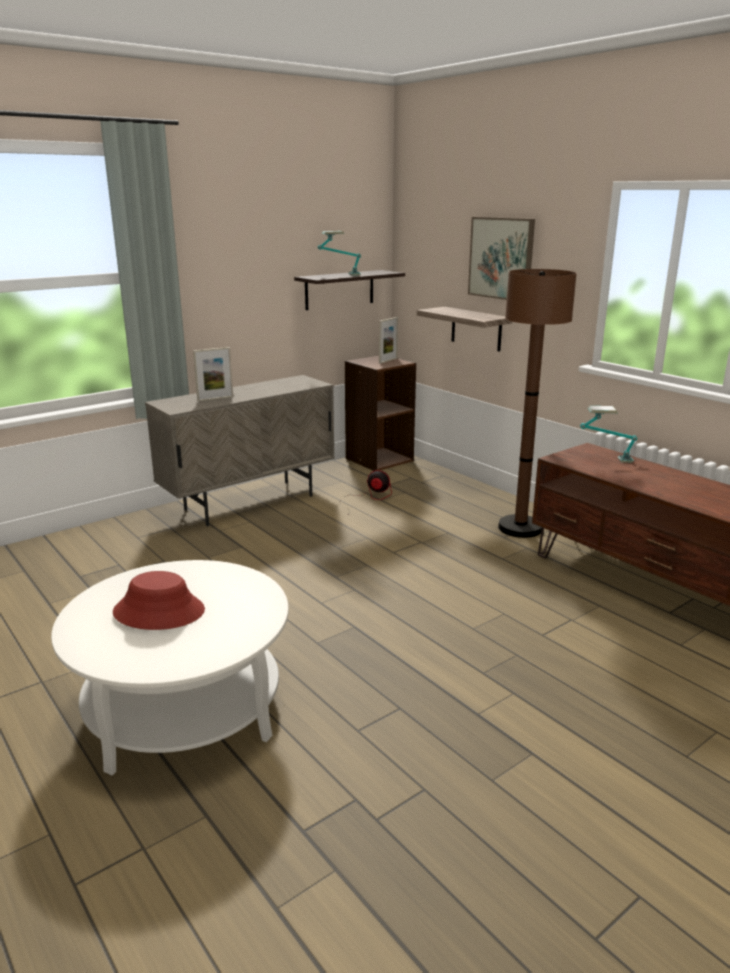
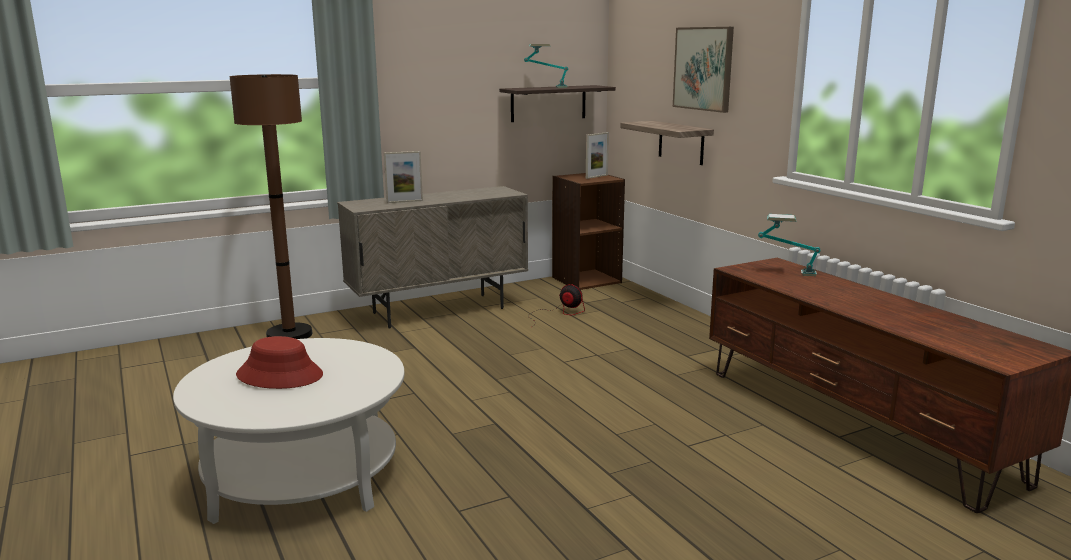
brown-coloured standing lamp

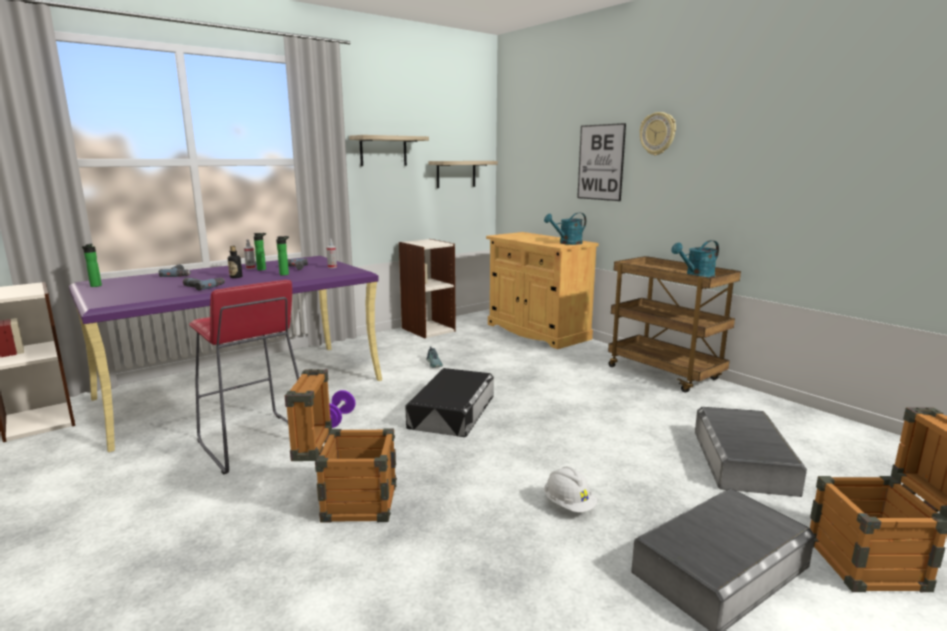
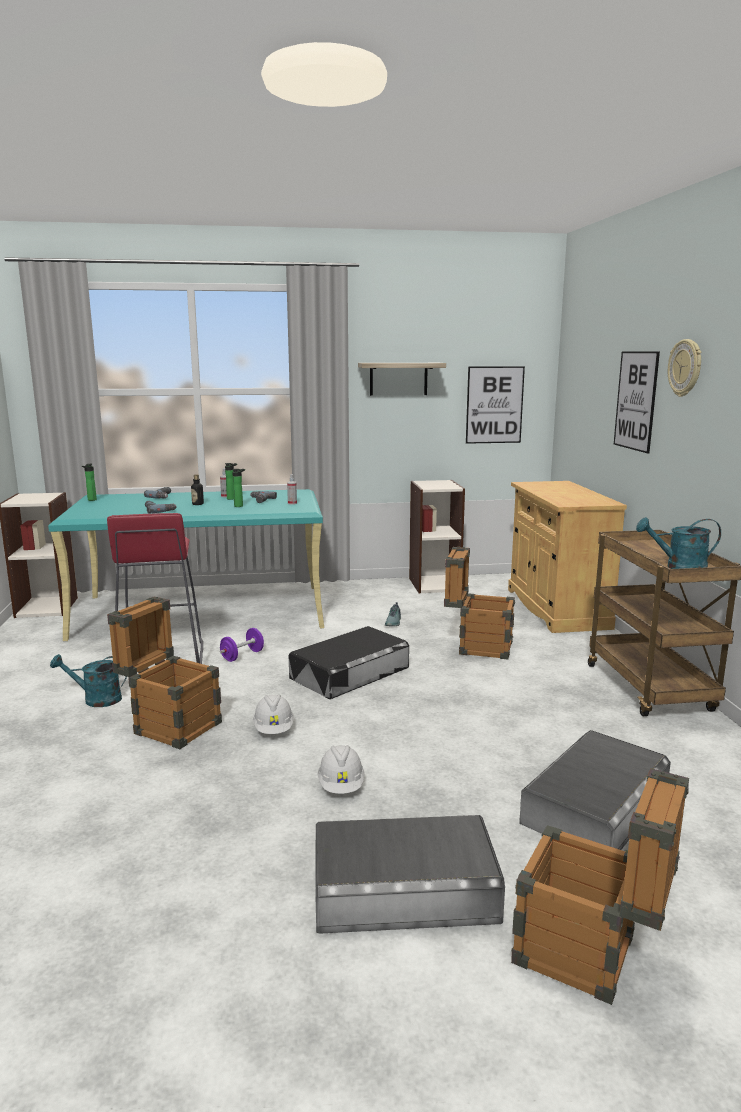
picture (no. 1 from left)
turquoise-coloured watering pot (no. 1 from left)
turquoise-coloured desk unit
shipping crate (no. 2 from left)
white hard hat (no. 1 from left)

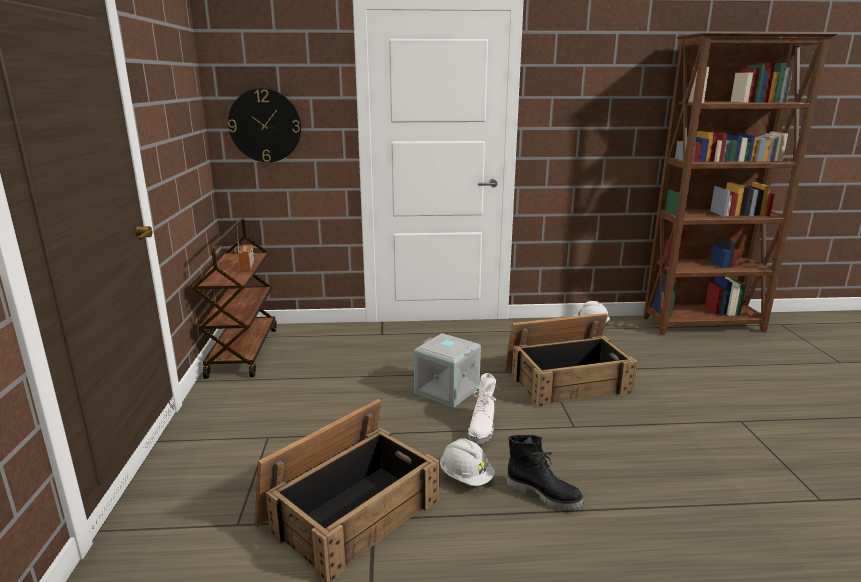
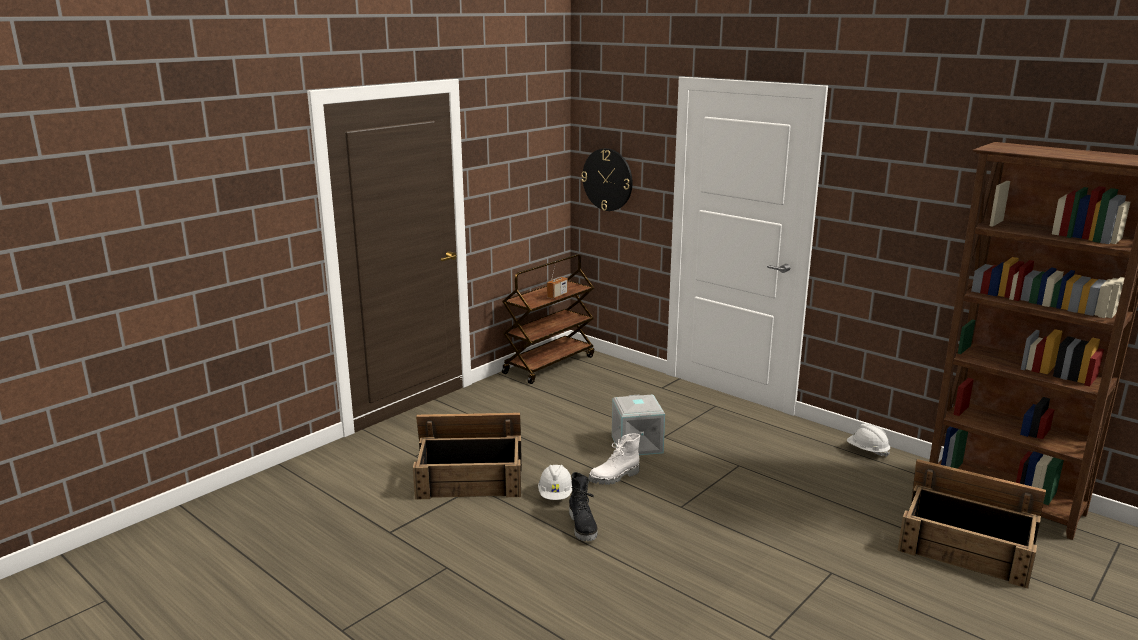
shipping crate (no. 2 from left)

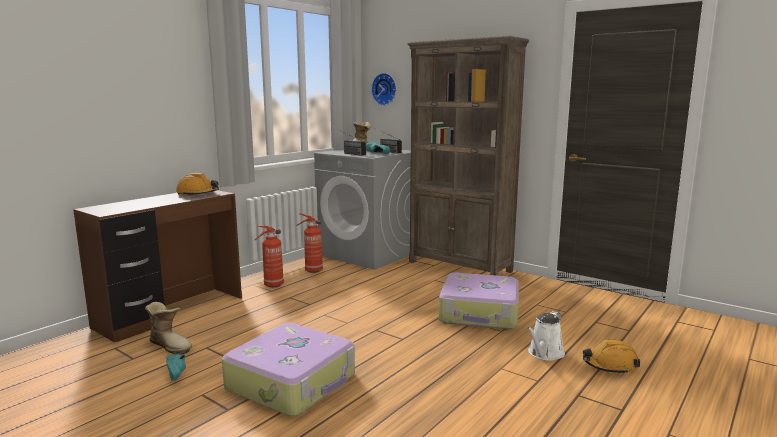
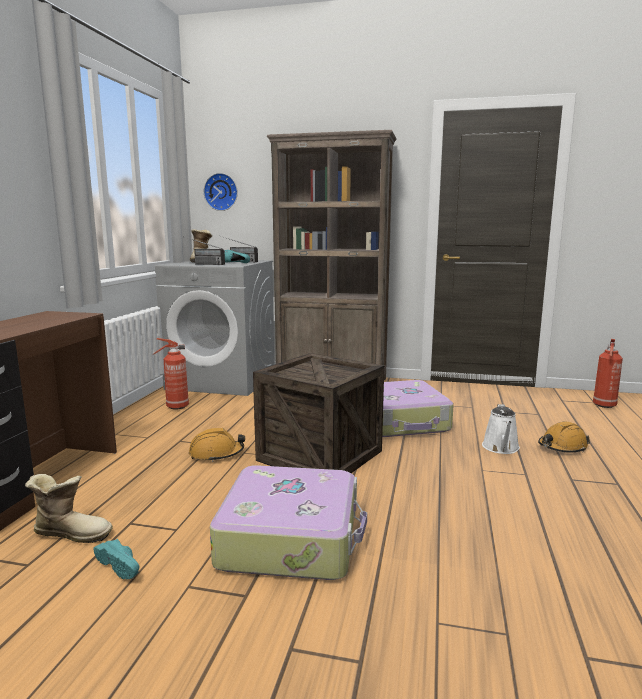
orange-coloured hard hat (no. 1 from left)
extinguisher (no. 2 from left)
shipping crate

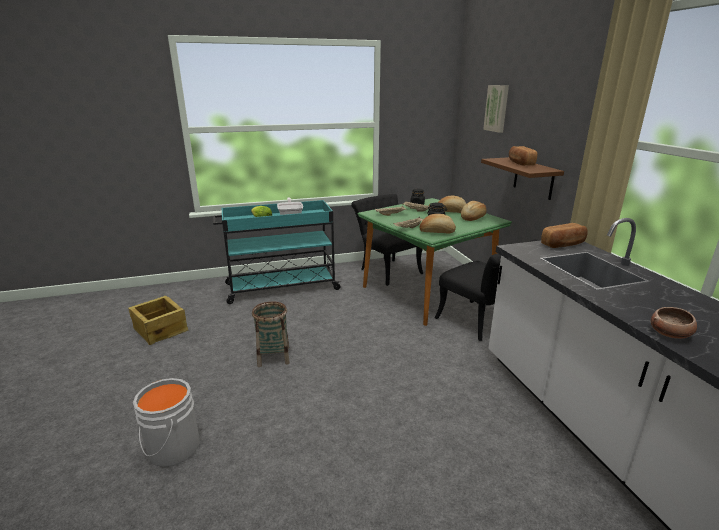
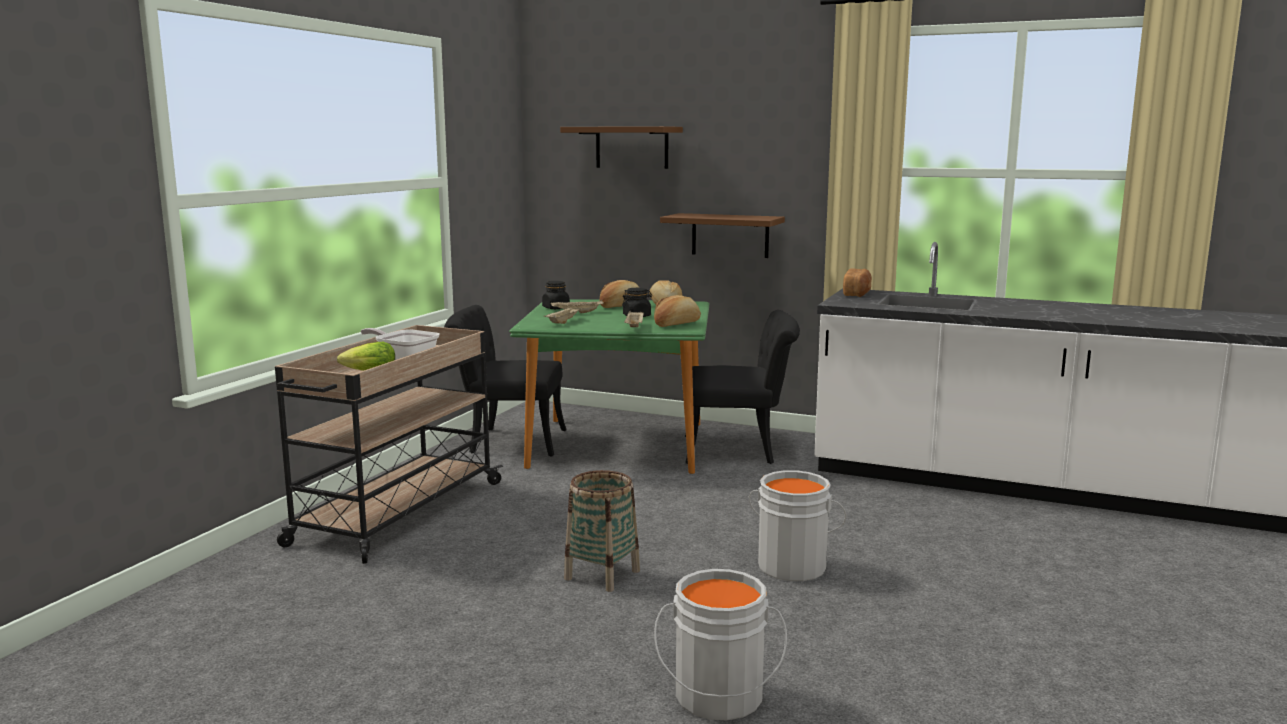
brown-coloured wall shelf (no. 1 from left)
bread (no. 4 from left in the first image)
beige wheeled cart
shipping crate
serving bowl
greyish bucket (no. 2 from left)

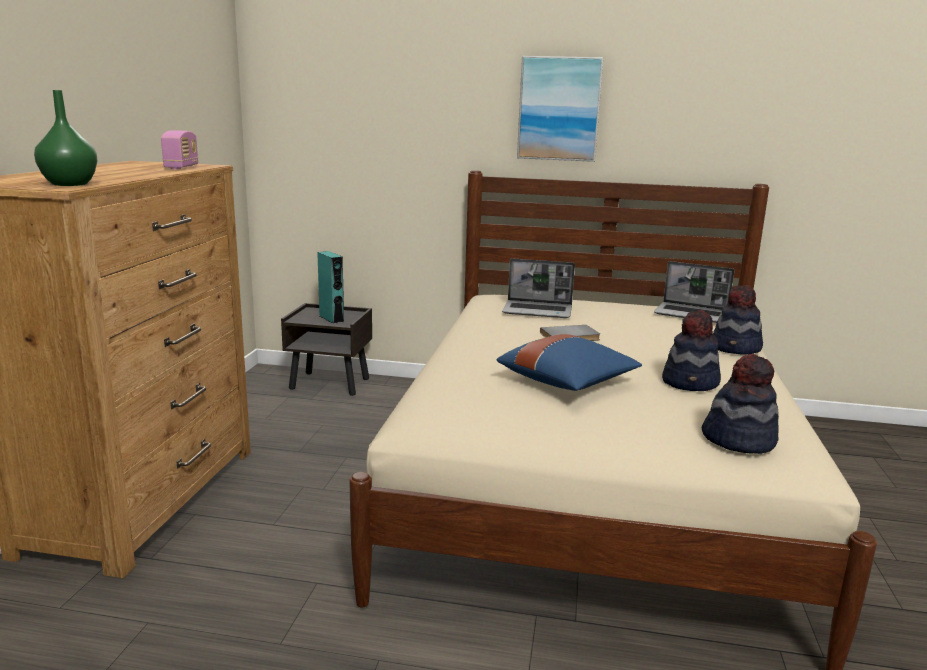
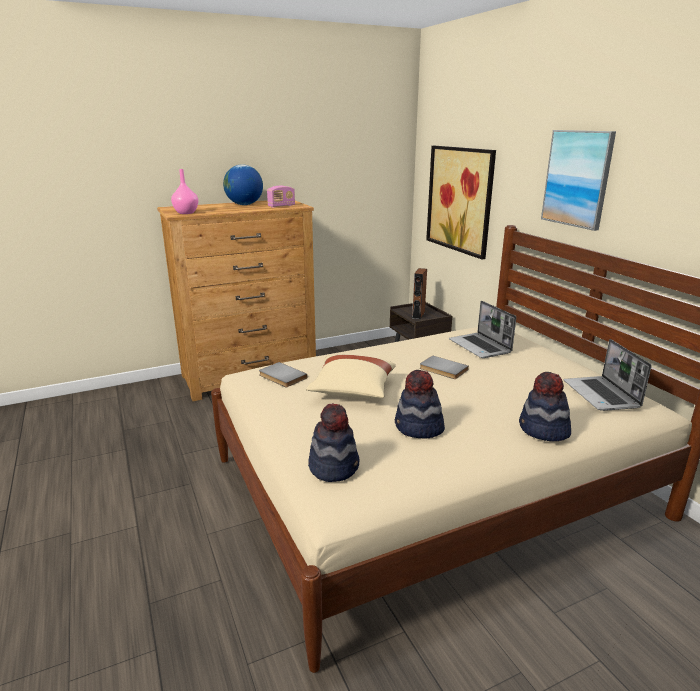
pink flower vase
brown-coloured audio speaker
beige pillow
picture (no. 1 from left)
desk globe
greyish bound book (no. 1 from left)

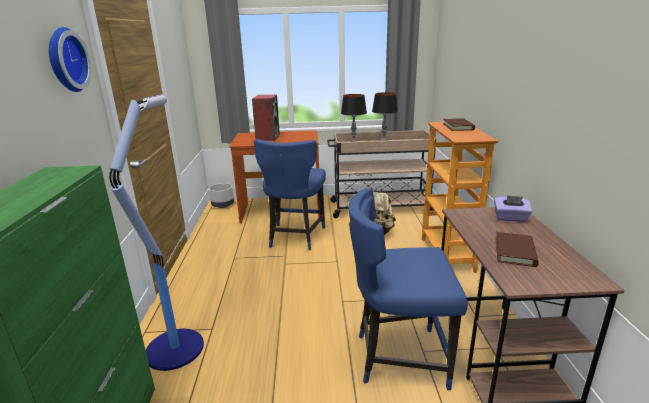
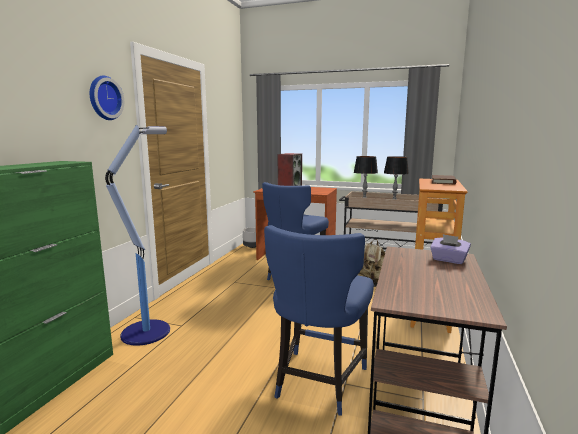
bluish chair (no. 2 from left)
brown-coloured bound book (no. 2 from left in the first image)

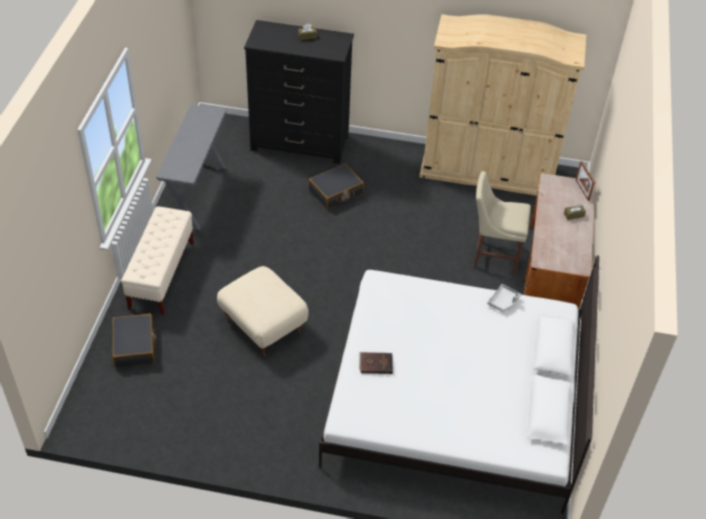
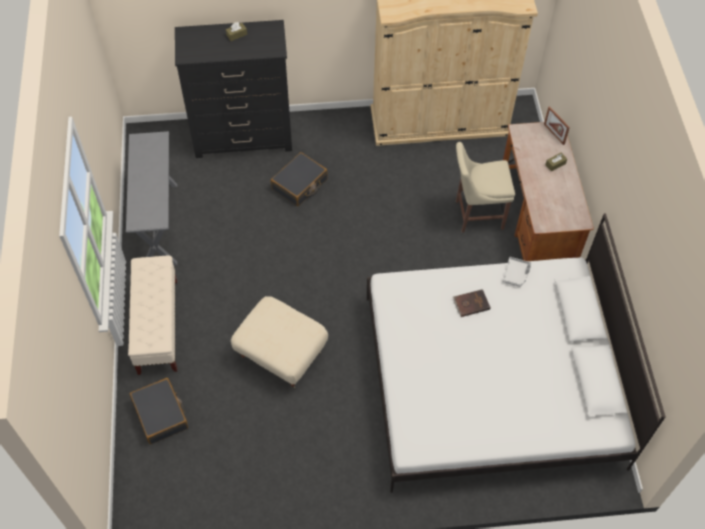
brown-coloured bound book

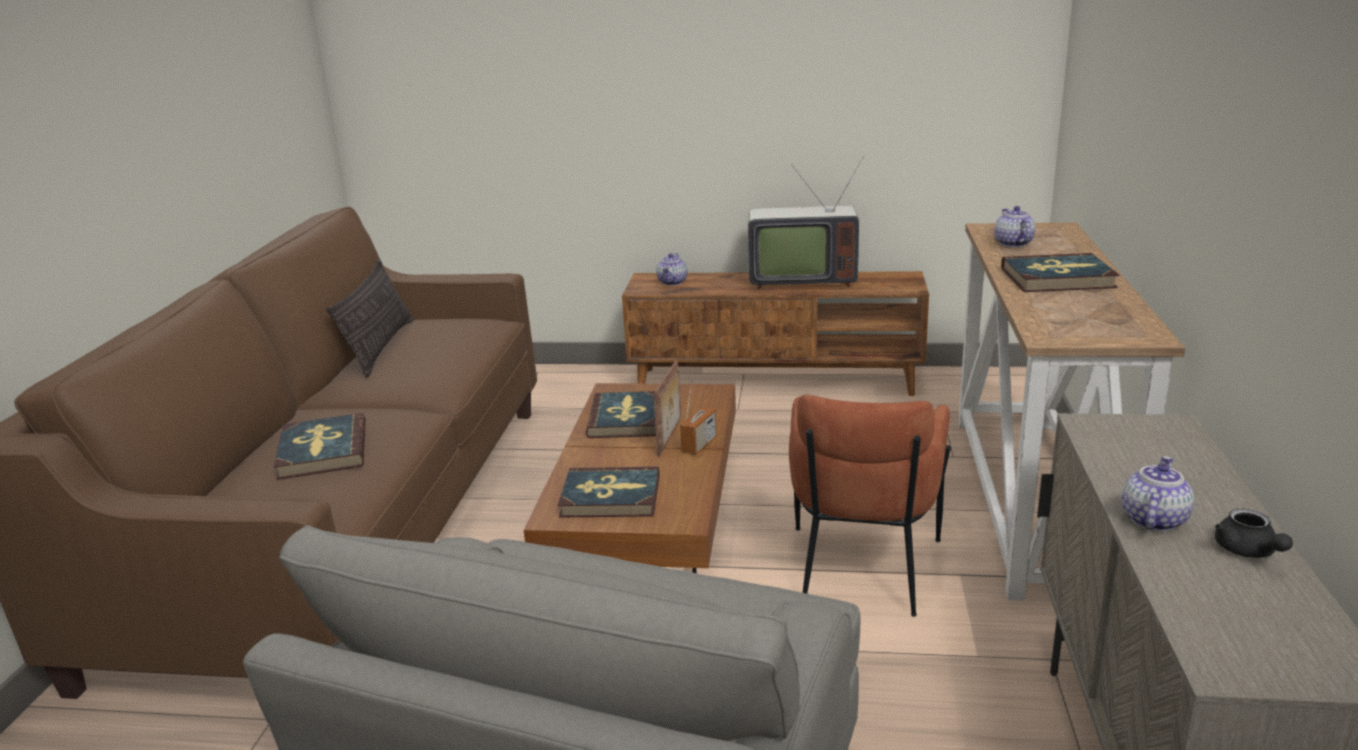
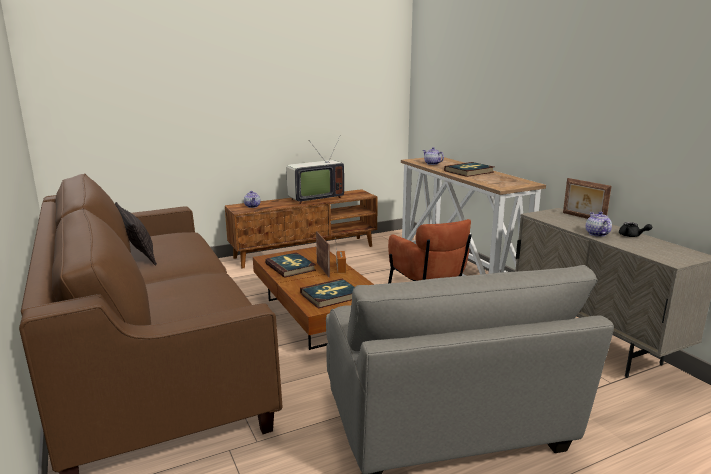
bound book (no. 1 from left in the first image)
picture frame (no. 2 from left)

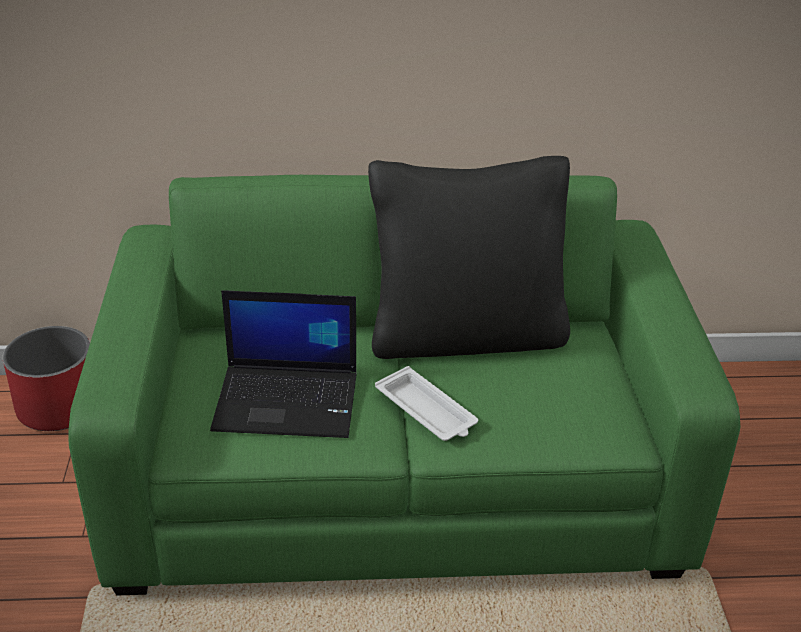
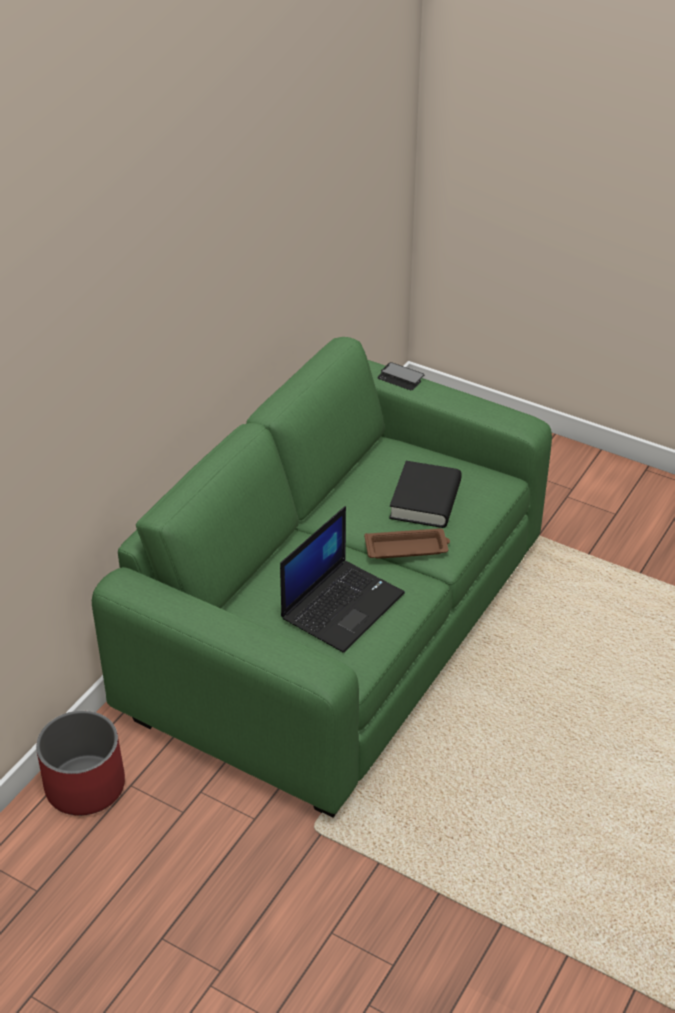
black pillow
brown-coloured tray
phone
black bound book

